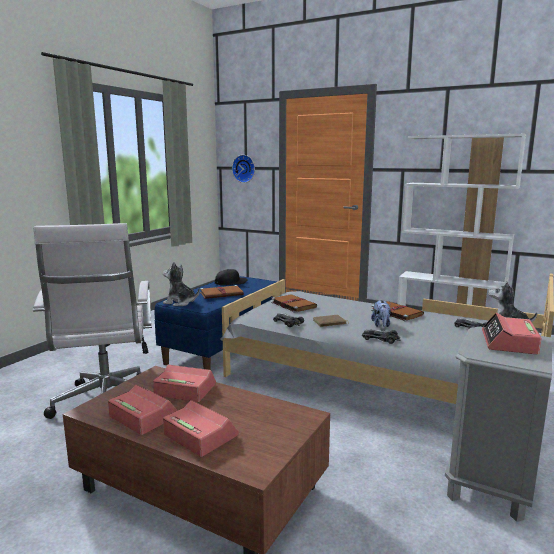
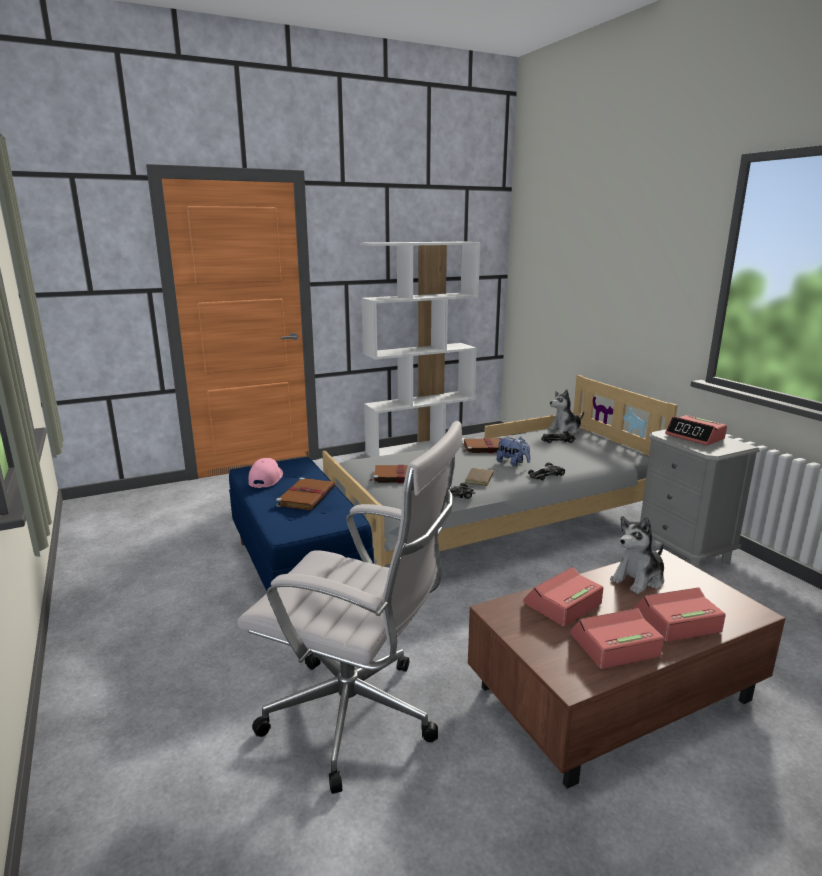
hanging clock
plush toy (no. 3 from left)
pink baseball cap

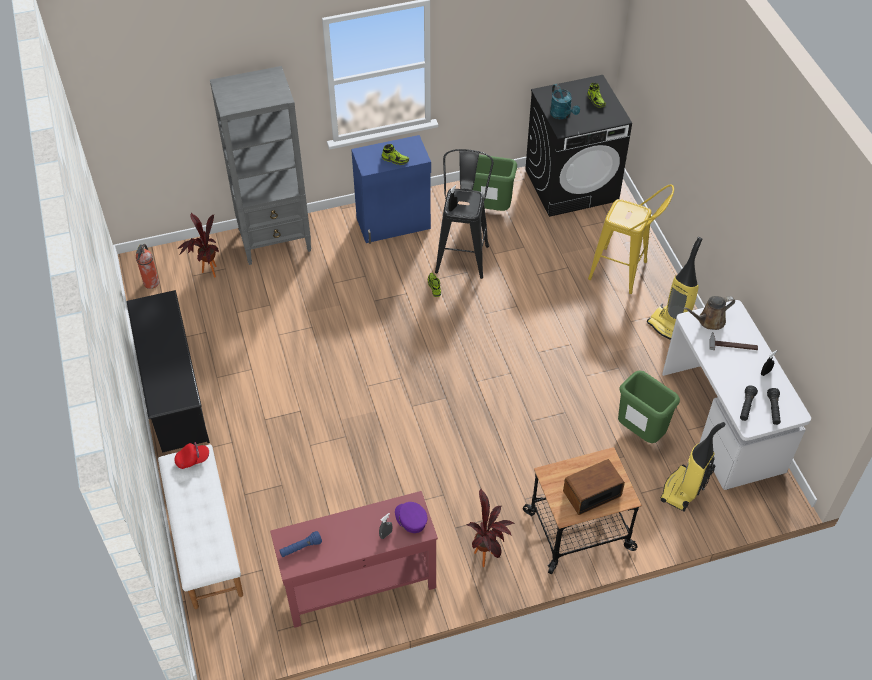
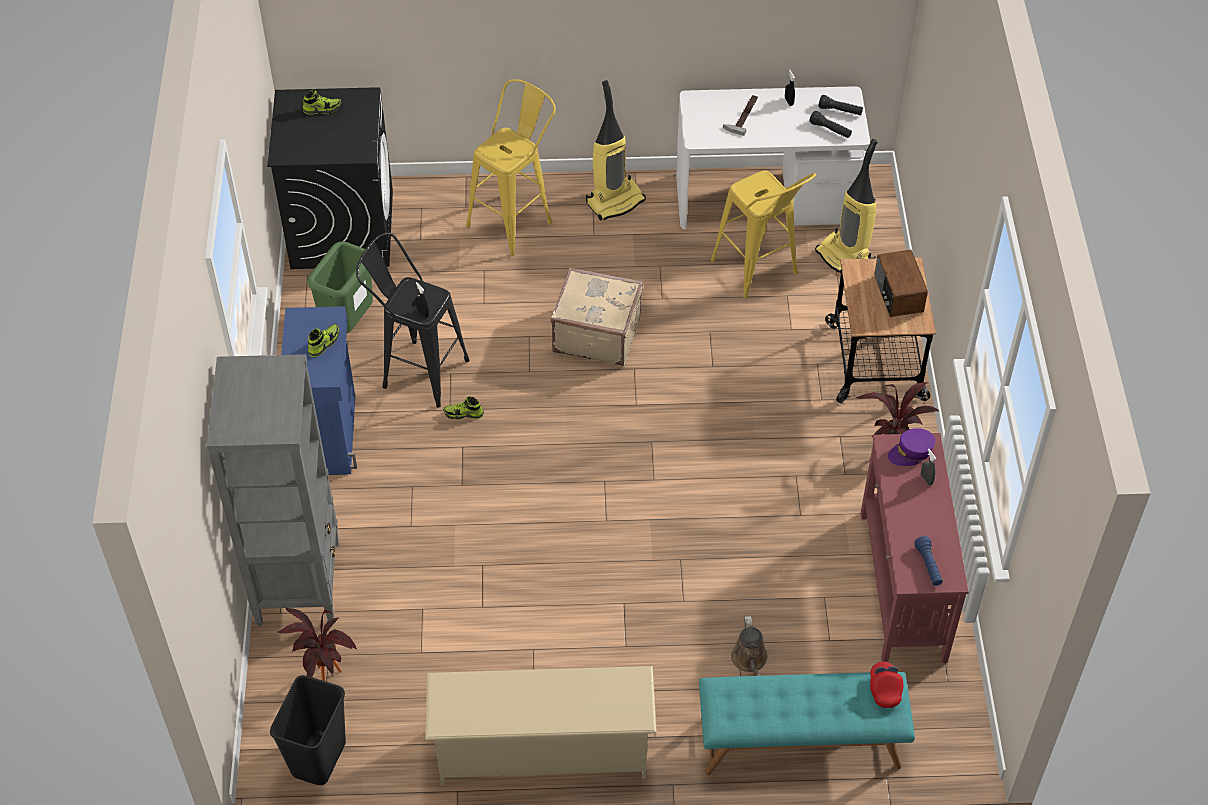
turquoise-coloured watering pot
black waste bin
beige shoe rack
brown-coloured watering pot
yellowish sitting stool (no. 2 from left)
reddish baseball cap
turquoise-coloured long seat
beige travel case

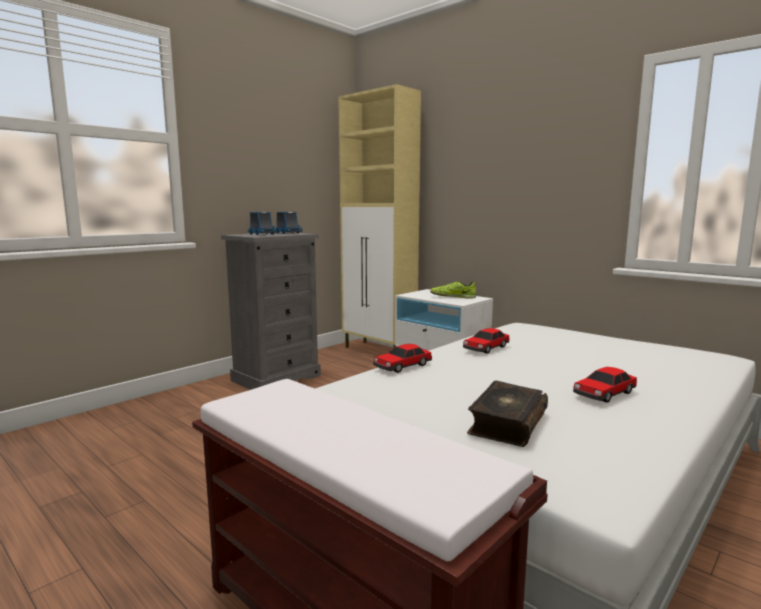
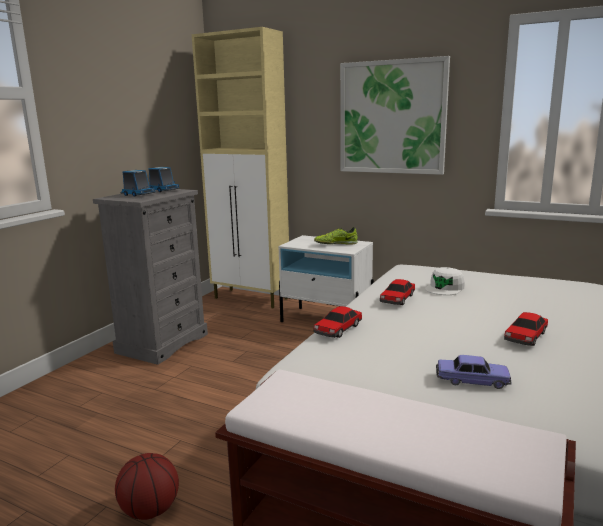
miniature car (no. 3 from left)
picture
white baseball cap
basketball

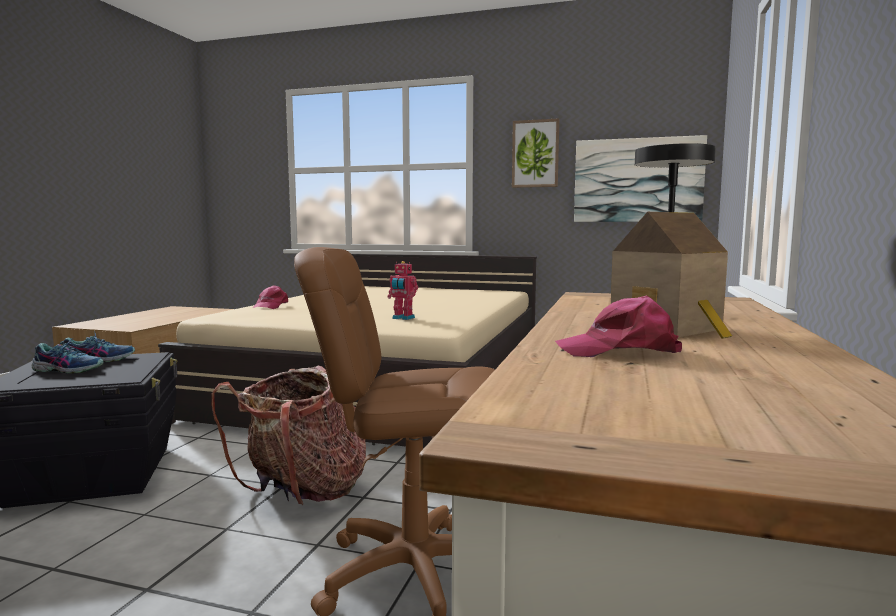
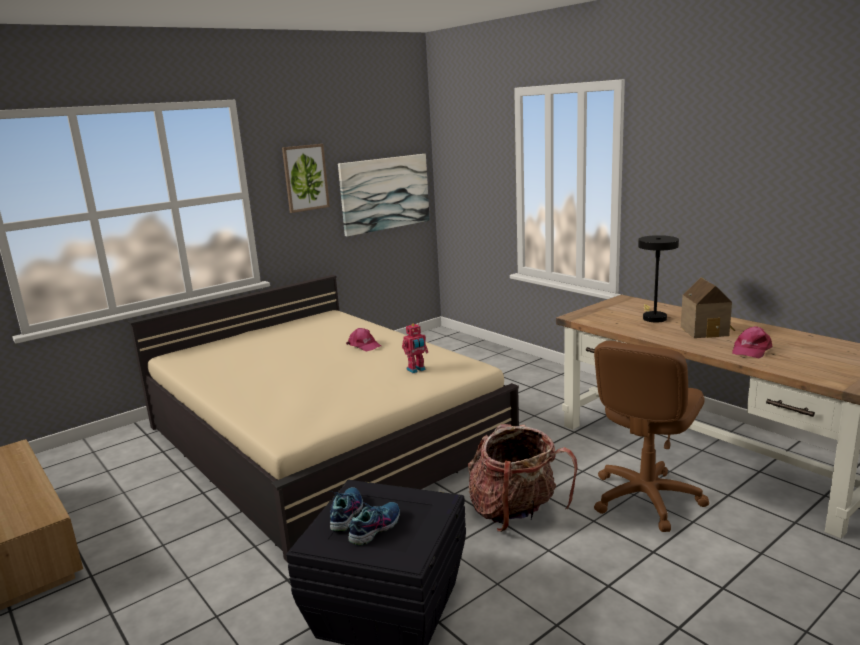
pink baseball cap (no. 1 from left)

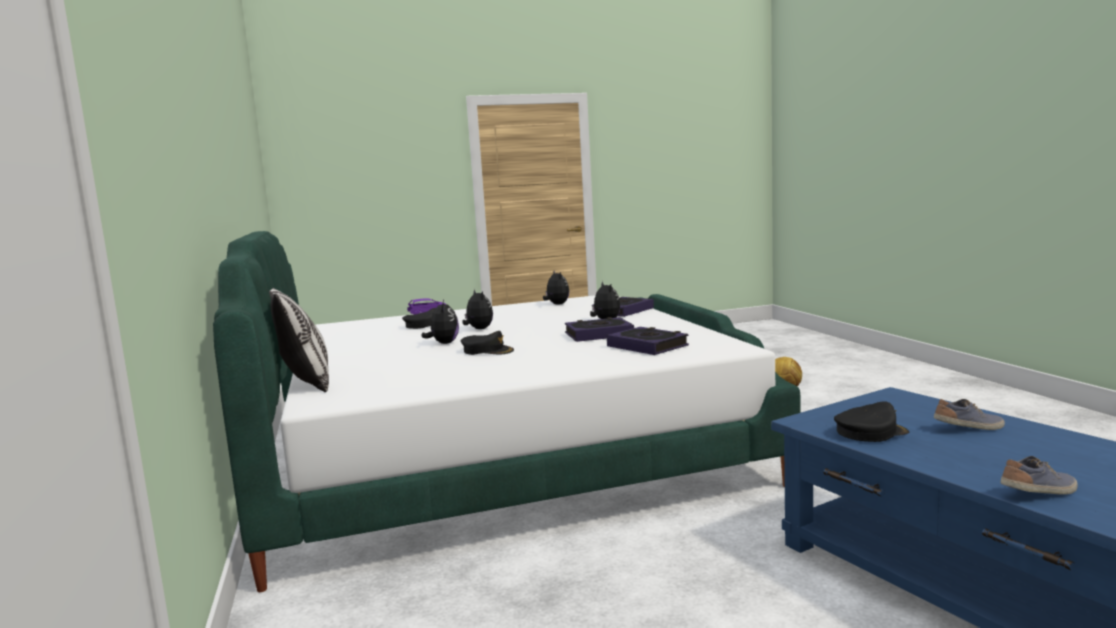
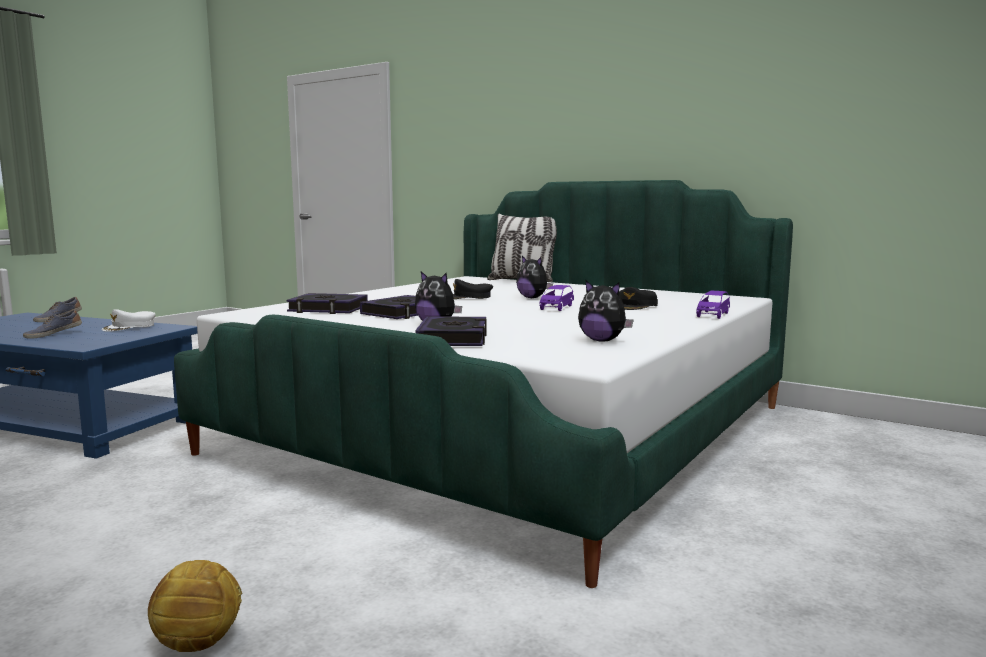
purple miniature car (no. 1 from left)
white baseball cap

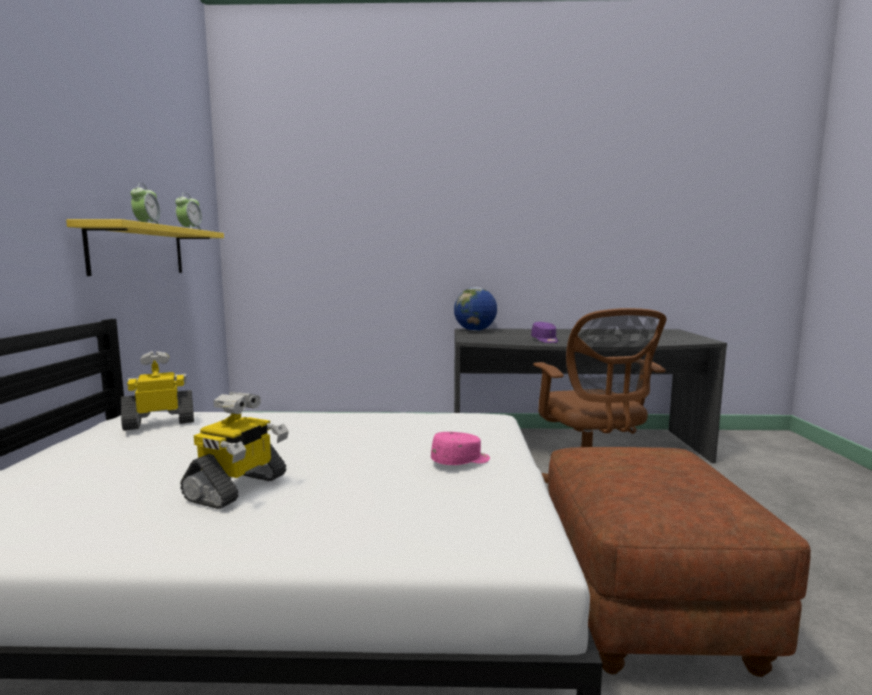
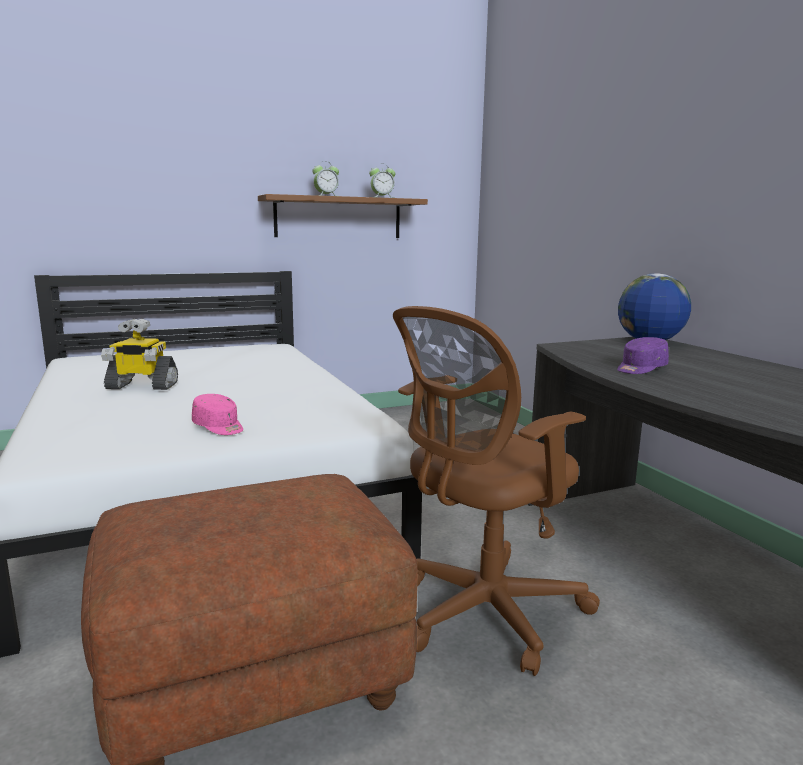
brown-coloured wall shelf
toy robot (no. 1 from left in the first image)

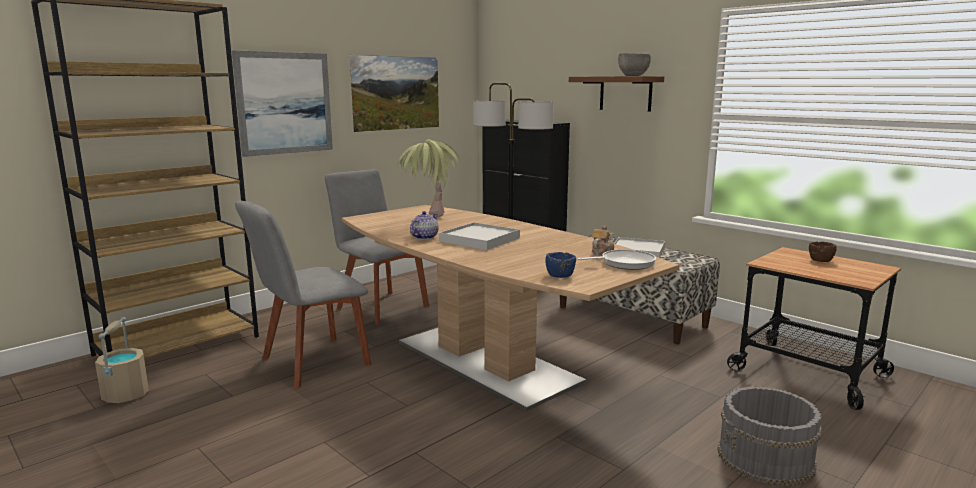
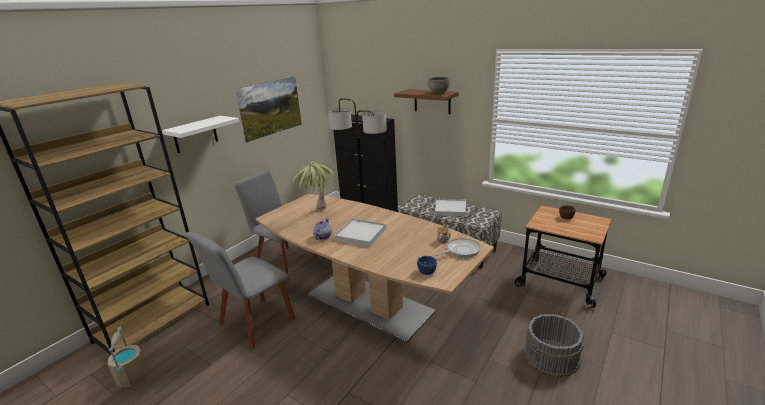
white wall shelf

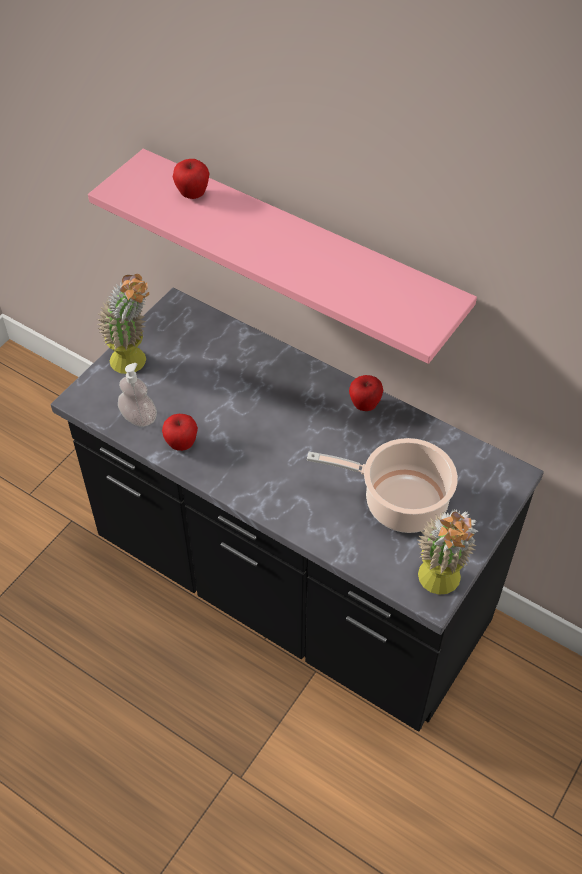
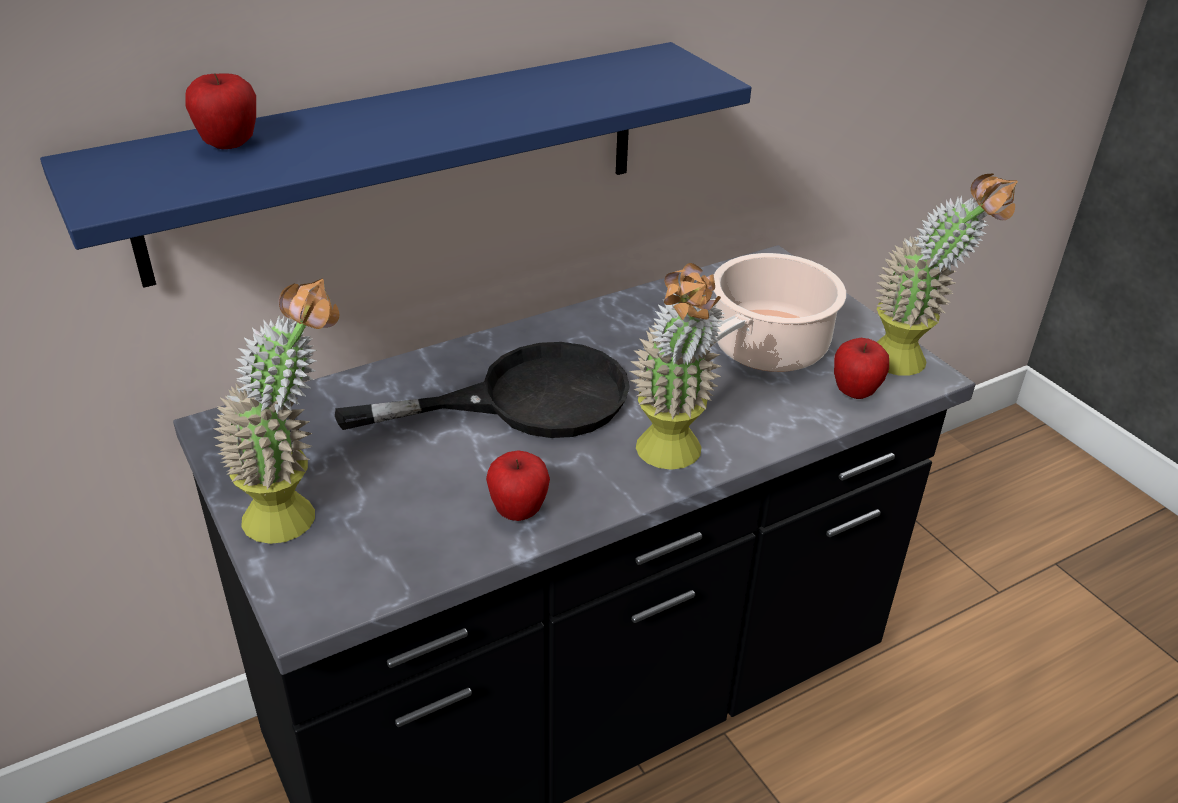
bluish wall shelf
soap dispenser
whole apple (no. 3 from left)
houseplant (no. 2 from left)
black pan

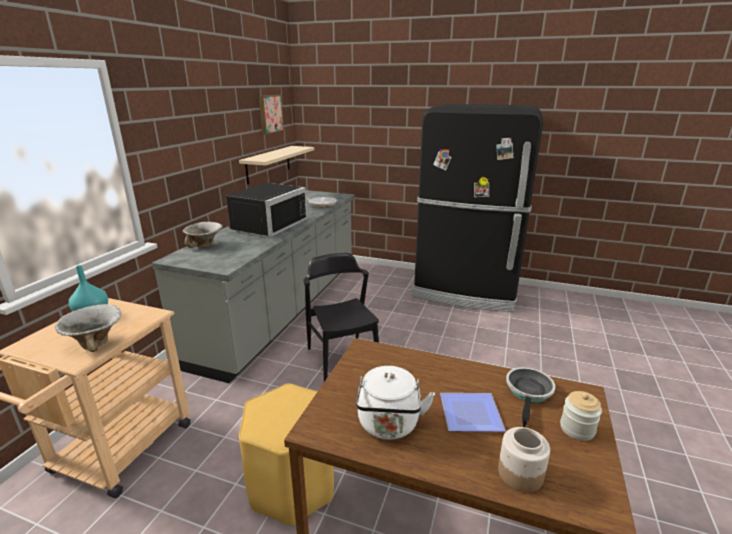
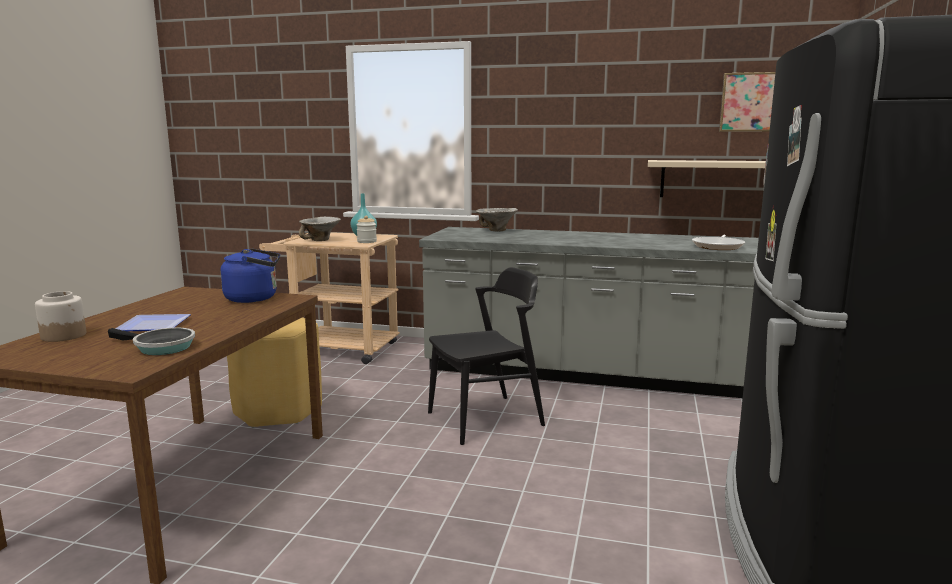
black microwave oven
white kettle
jar (no. 2 from left)
bluish kettle

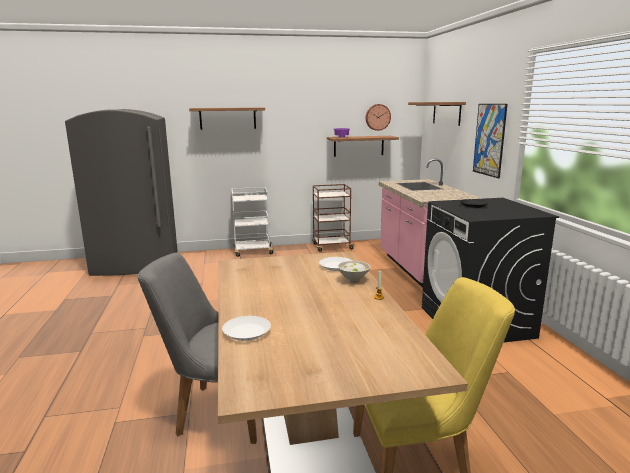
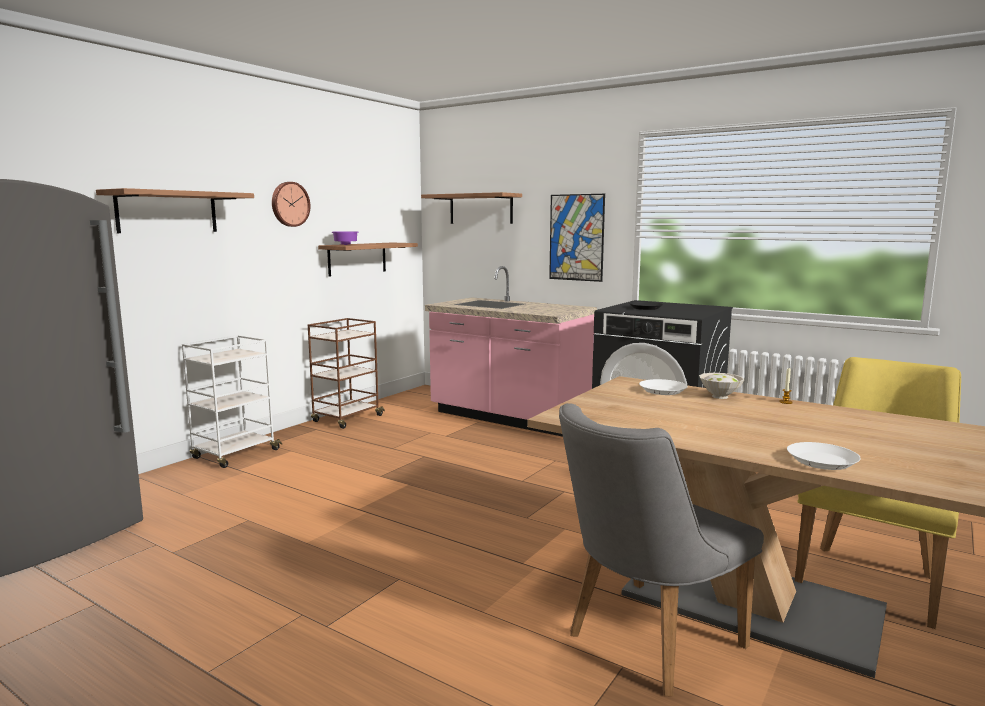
hanging clock

